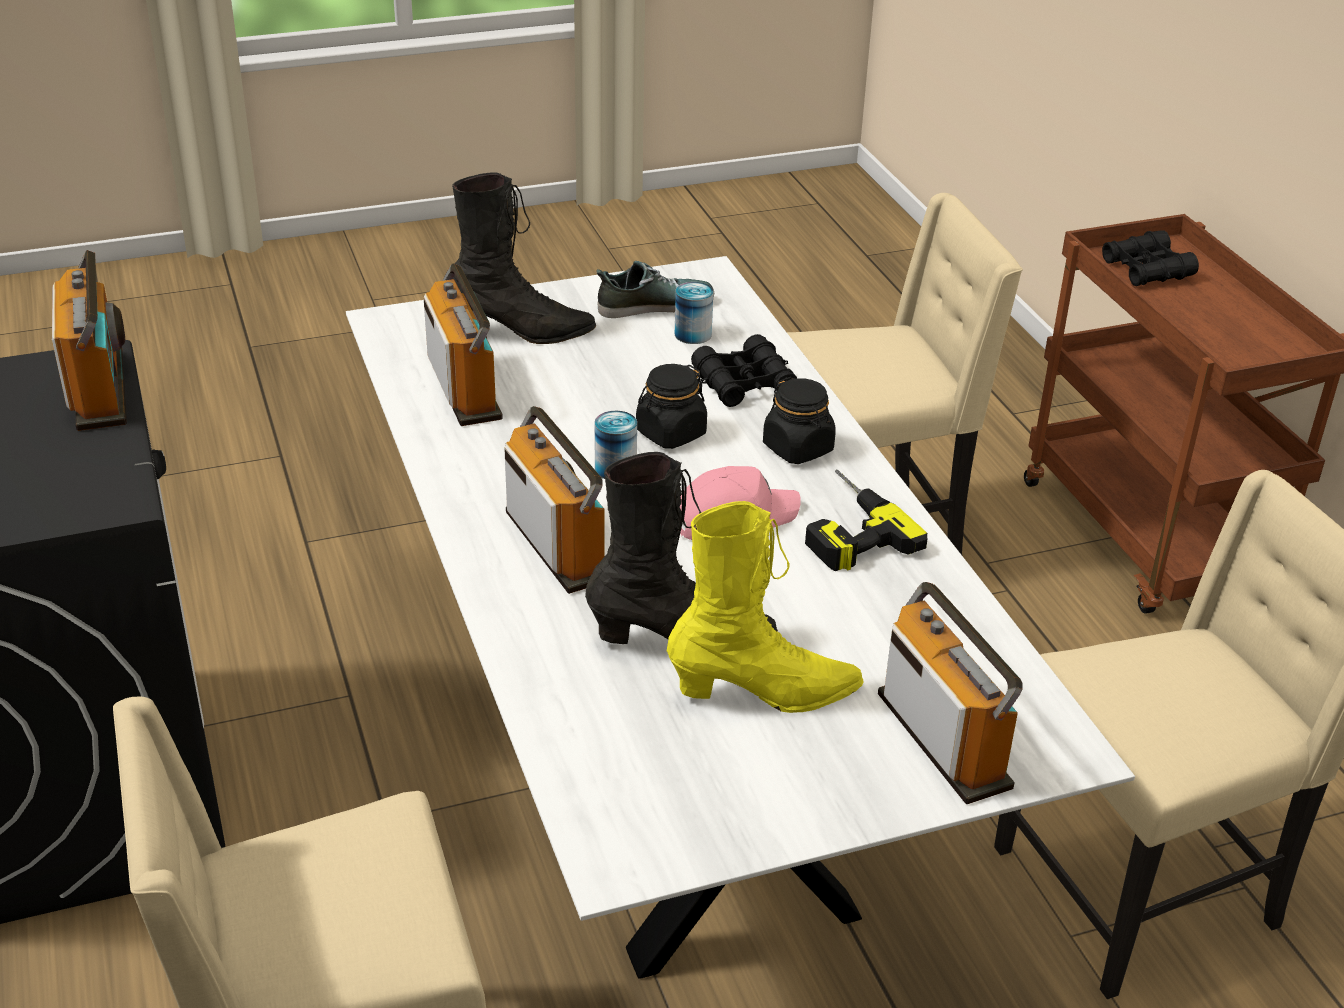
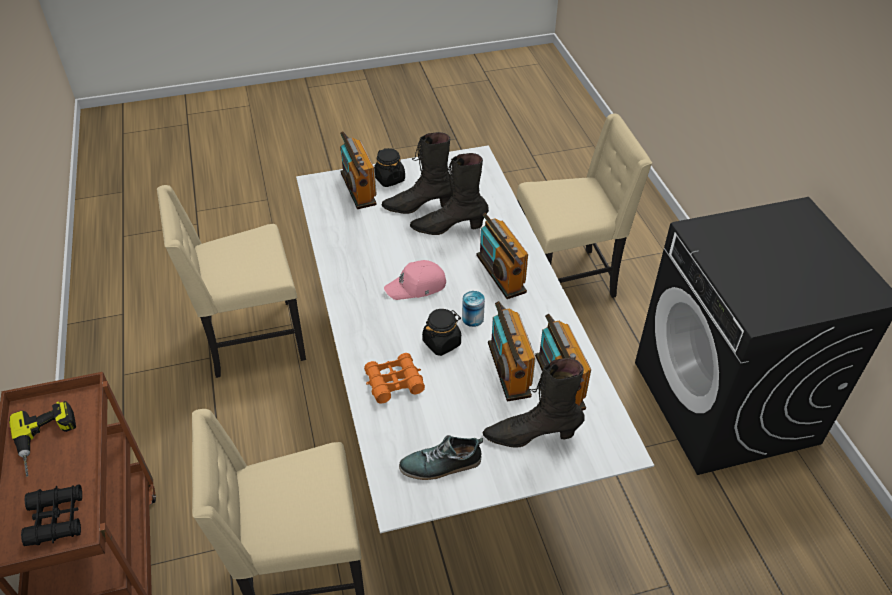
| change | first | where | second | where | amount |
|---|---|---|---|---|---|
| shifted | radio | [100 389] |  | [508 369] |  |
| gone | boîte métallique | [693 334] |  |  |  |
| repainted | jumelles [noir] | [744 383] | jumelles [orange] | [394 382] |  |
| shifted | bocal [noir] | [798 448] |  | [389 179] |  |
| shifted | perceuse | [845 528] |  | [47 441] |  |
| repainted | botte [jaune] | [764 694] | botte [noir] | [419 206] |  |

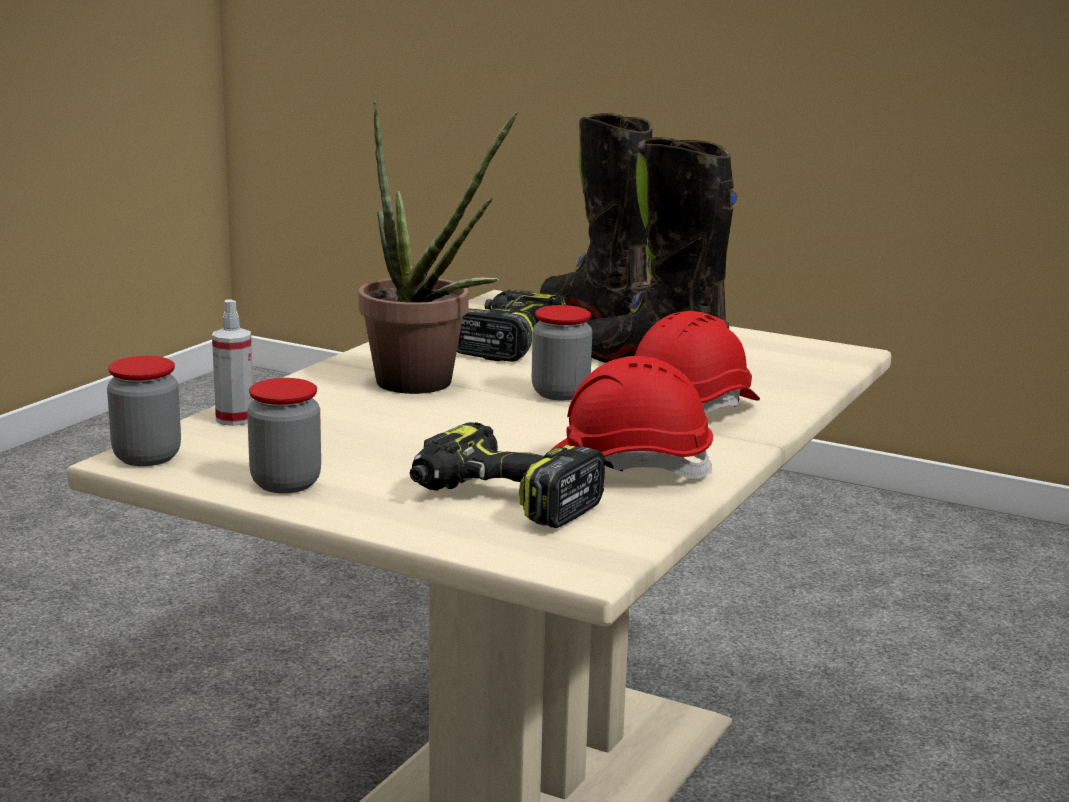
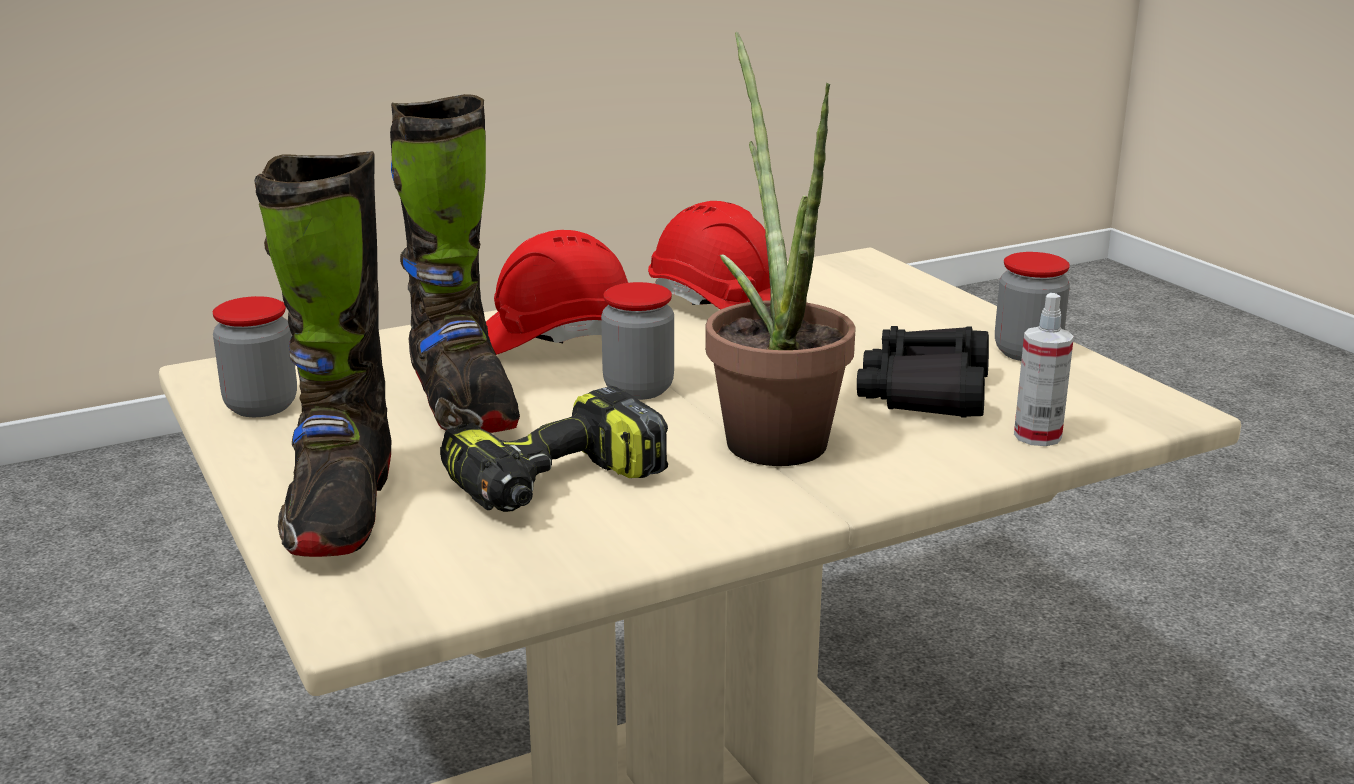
| change | first | where | second | where | amount |
|---|---|---|---|---|---|
| shifted | bocal | [147 457] |  | [261 406] |  |
| gone | perceuse | [501 501] |  |  |  |
| new |  |  | jumelles [noir] | [926 393] |  |

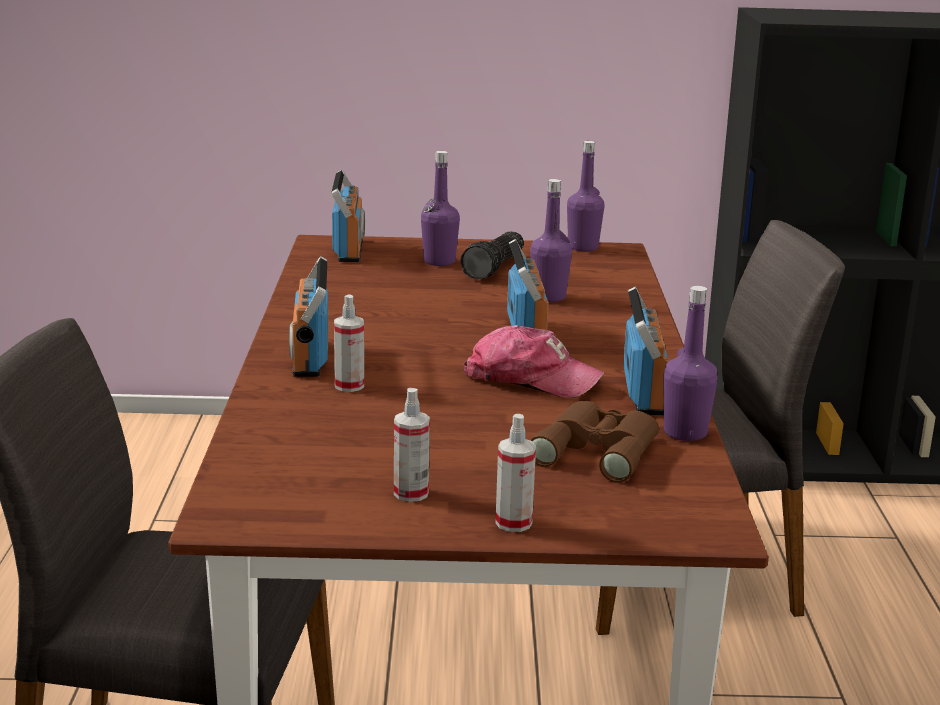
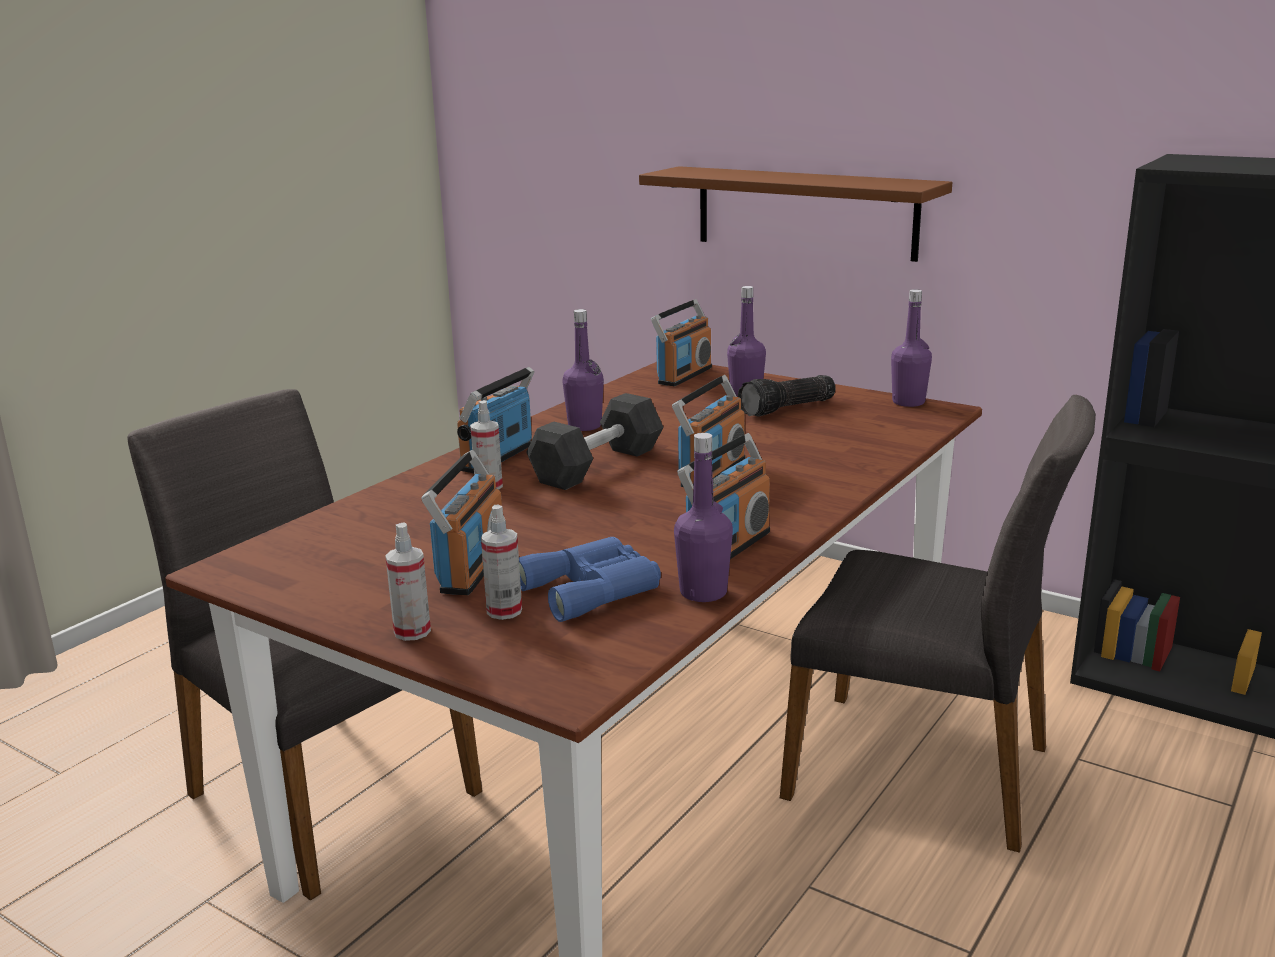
| change | first | where | second | where | amount |
|---|---|---|---|---|---|
| shifted | bouteille [violet] | [548 297] |  | [584 426] |  |
| gone | casquette | [531 379] |  |  |  |
| shifted | vaporisateur | [411 493] |  | [504 611] |  |
| repainted | jumelles [marron] | [598 450] | jumelles [bleu] | [594 588] |  |
| new |  |  | étagère [marron] | [805 212] |  |
| new |  |  | haltère [gris] | [597 465] |  |
| new |  |  | radio | [472 569] |  |

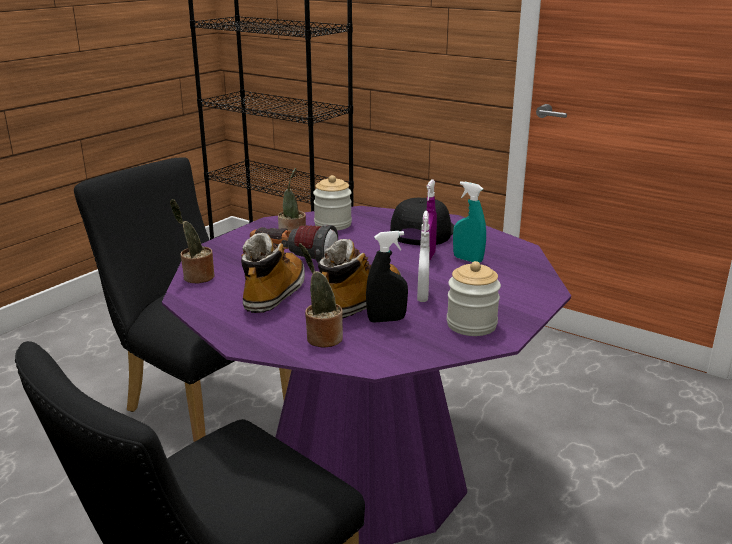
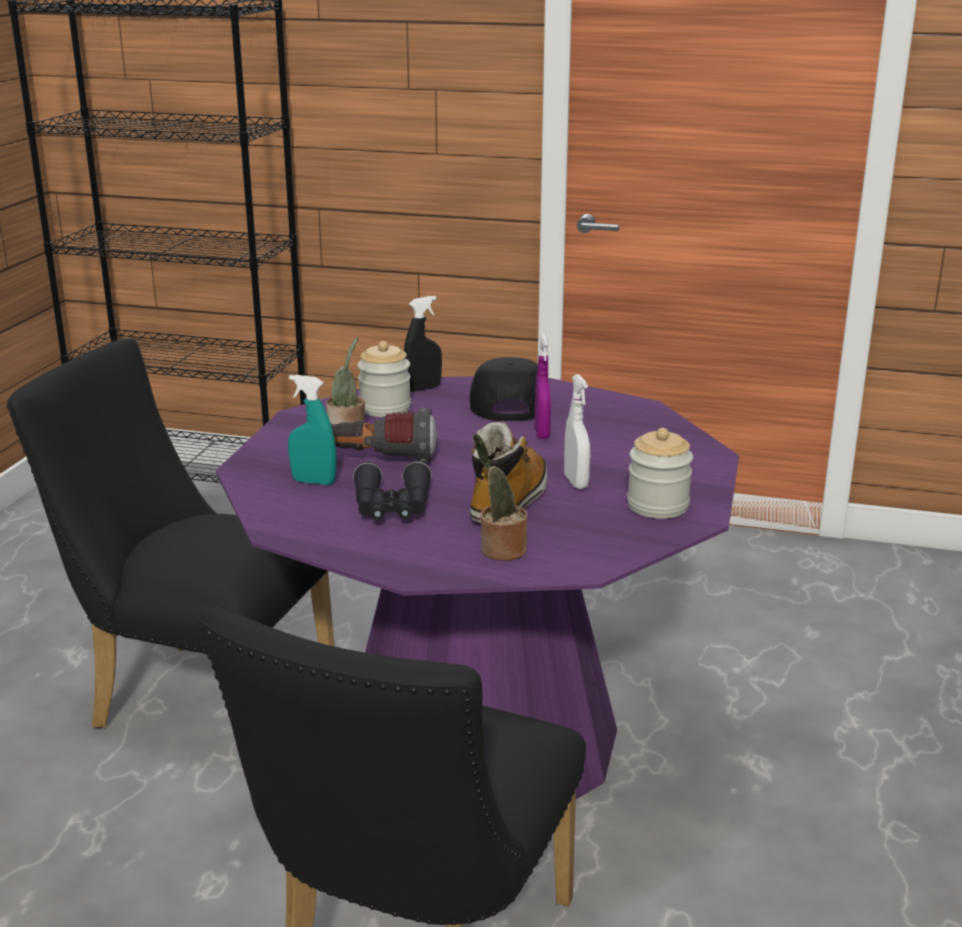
| change | first | where | second | where | amount |
|---|---|---|---|---|---|
| shifted | vaporisateur [turquoise] | [467 259] |  | [313 482] |  |
| gone | plante en pot | [196 277] |  |  |  |
| shifted | vaporisateur [noir] | [386 320] |  | [423 388] |  |
| swapped | botte | [274 293] | jumelles [noir] | [392 507] |  |

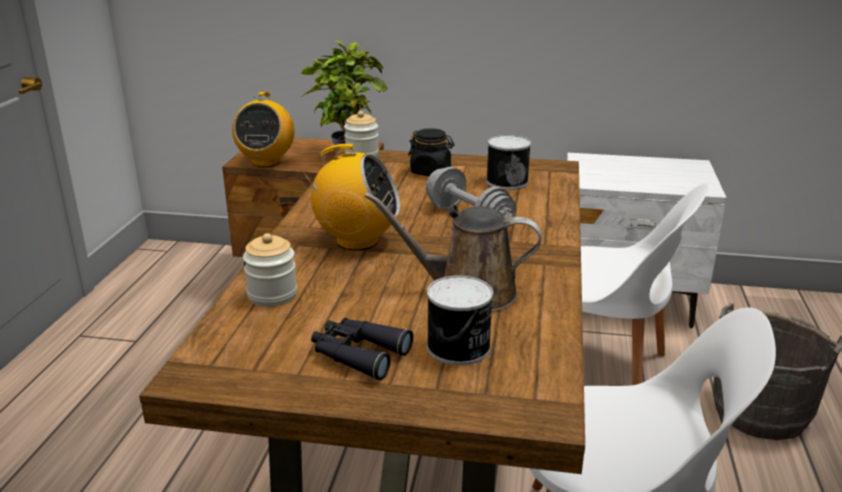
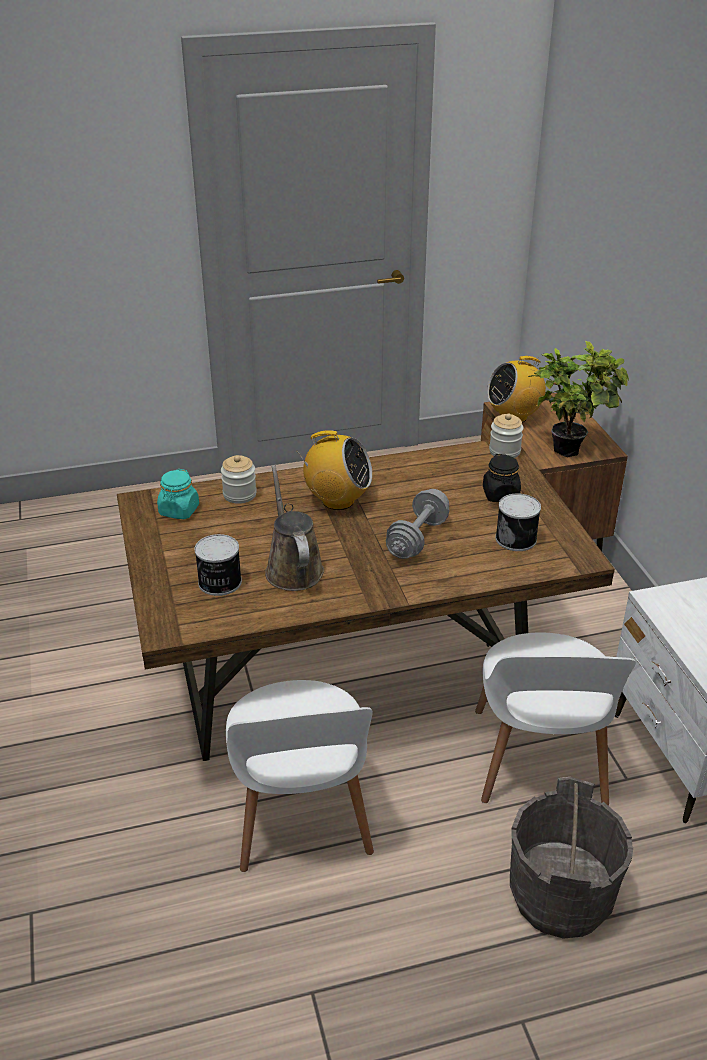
| change | first | where | second | where | amount |
|---|---|---|---|---|---|
| rotated | radio | [356 241] |  | [337 500] | 60 degrees counterclockwise |
| gone | jumelles [noir] | [358 354] |  |  |  |
| new |  |  | bocal [turquoise] | [179 511] |  |

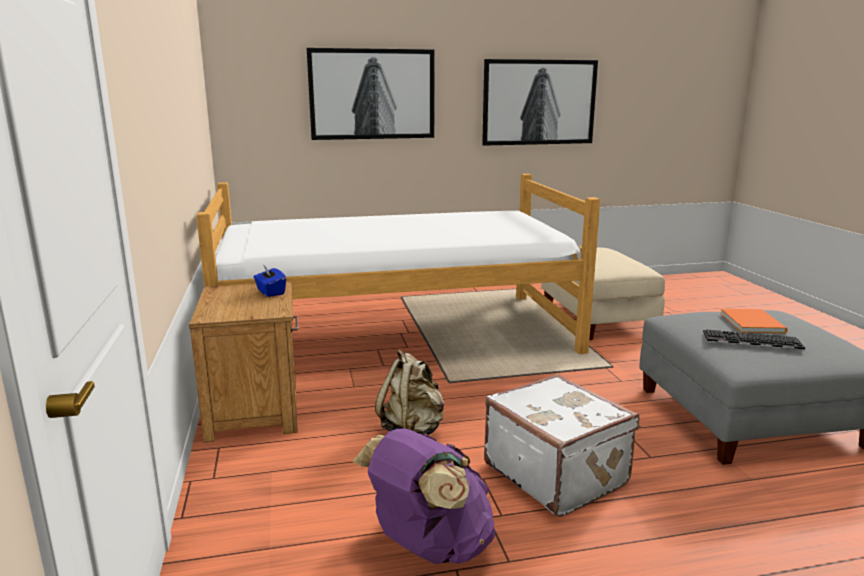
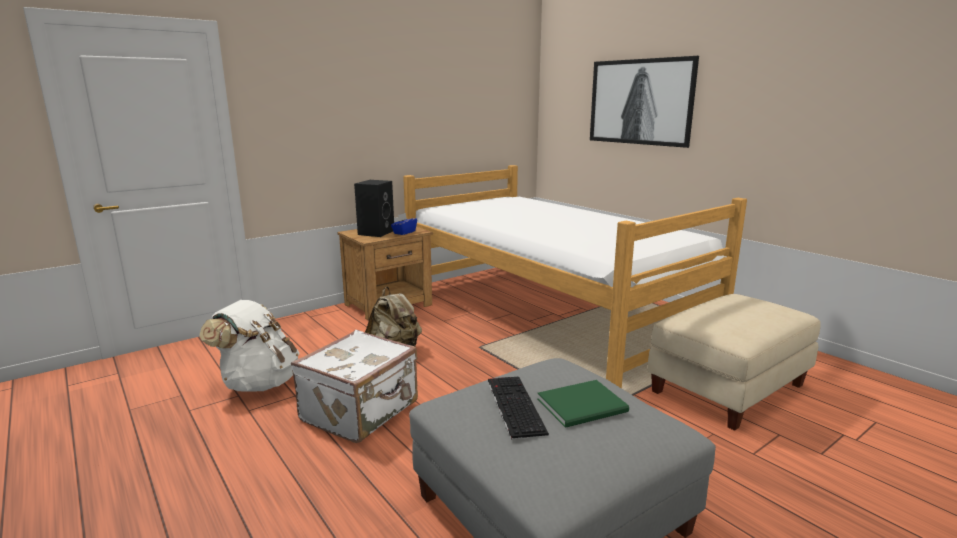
| change | first | where | second | where | amount |
|---|---|---|---|---|---|
| gone | tableau | [539 102] |  |  |  |
| repainted | livre [orange] | [752 322] | livre [vert] | [585 406] |  |
| repainted | sac à dos [violet] | [429 547] | sac à dos [blanc] | [259 383] |  |
| new |  |  | enceinte [noir] | [376 232] |  |

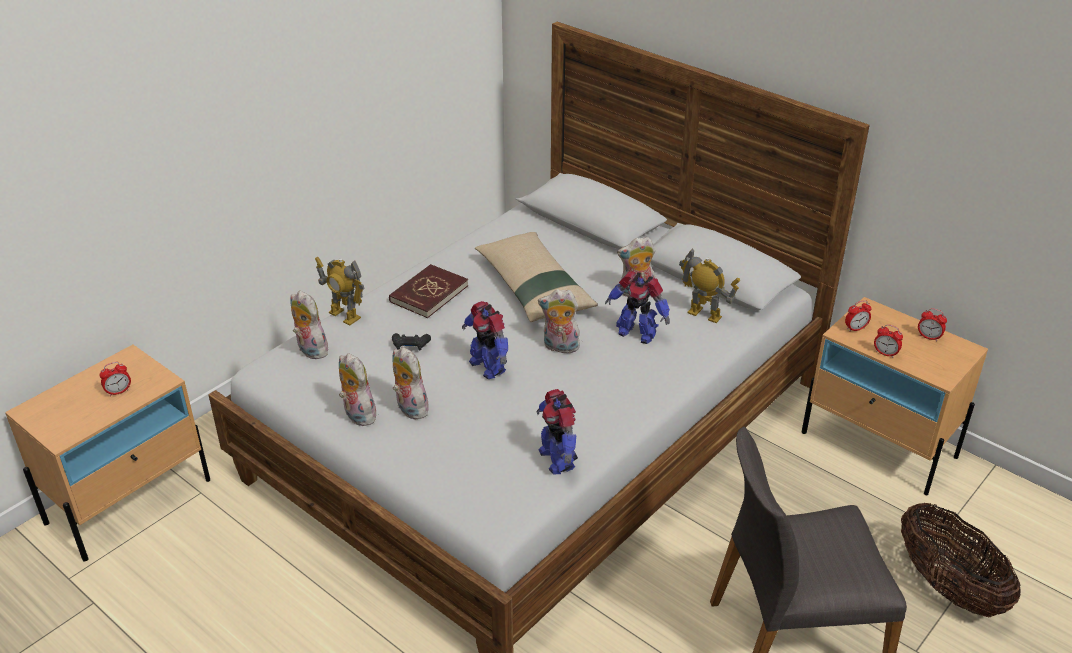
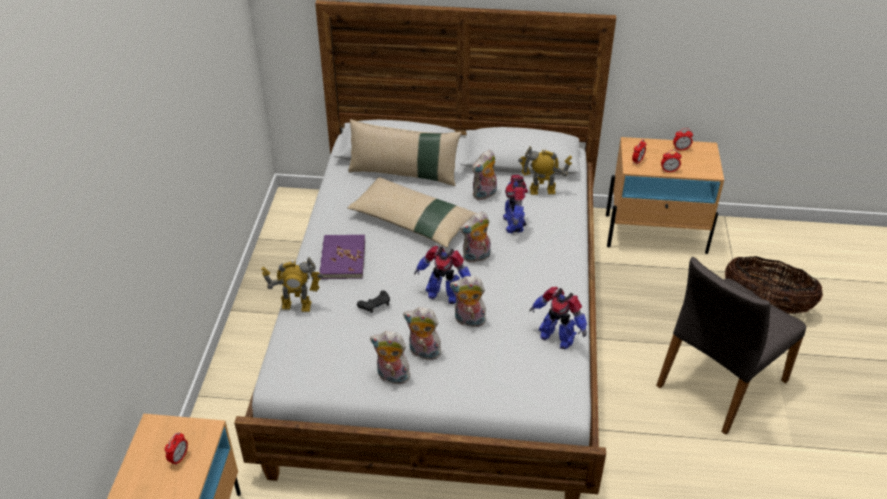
| change | first | where | second | where | amount |
|---|---|---|---|---|---|
| repainted | livre [rouge] | [428 294] | livre [violet] | [342 259] |  |
| rotated | robot jouet | [636 333] |  | [514 223] | 90 degrees clockwise |
| shifted | peluche | [310 350] |  | [468 321] |  |
| new |  |  | coussin [beige] | [404 173] |  |

